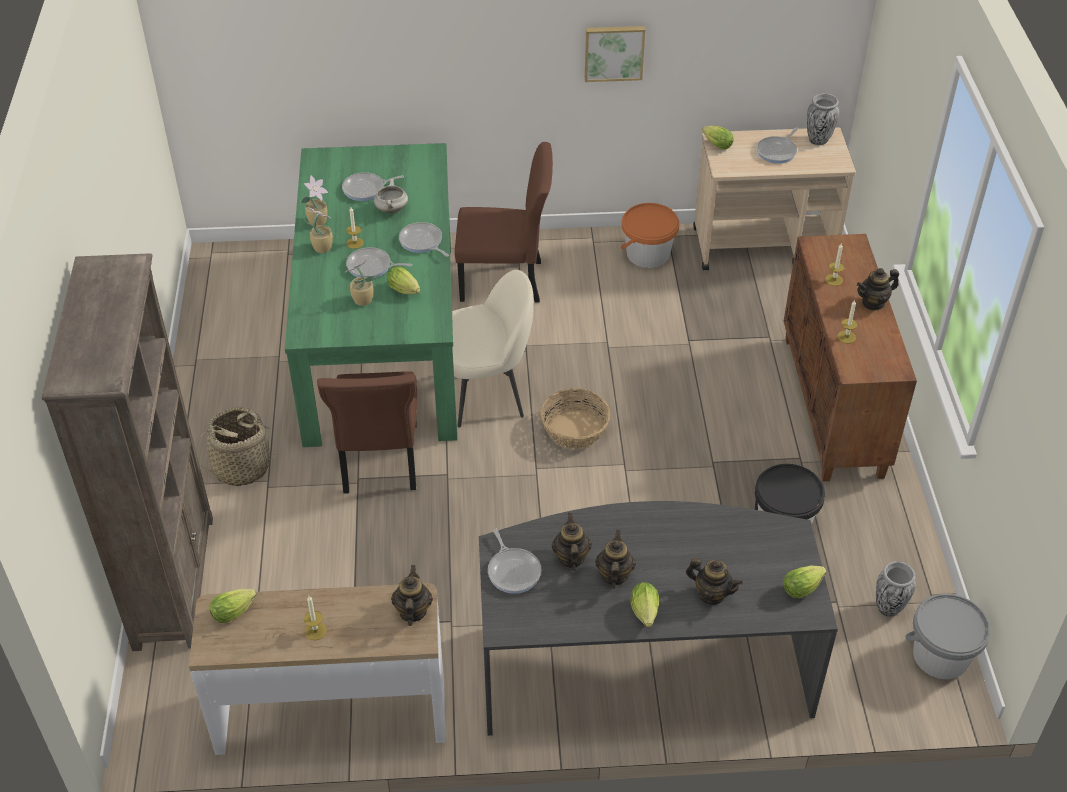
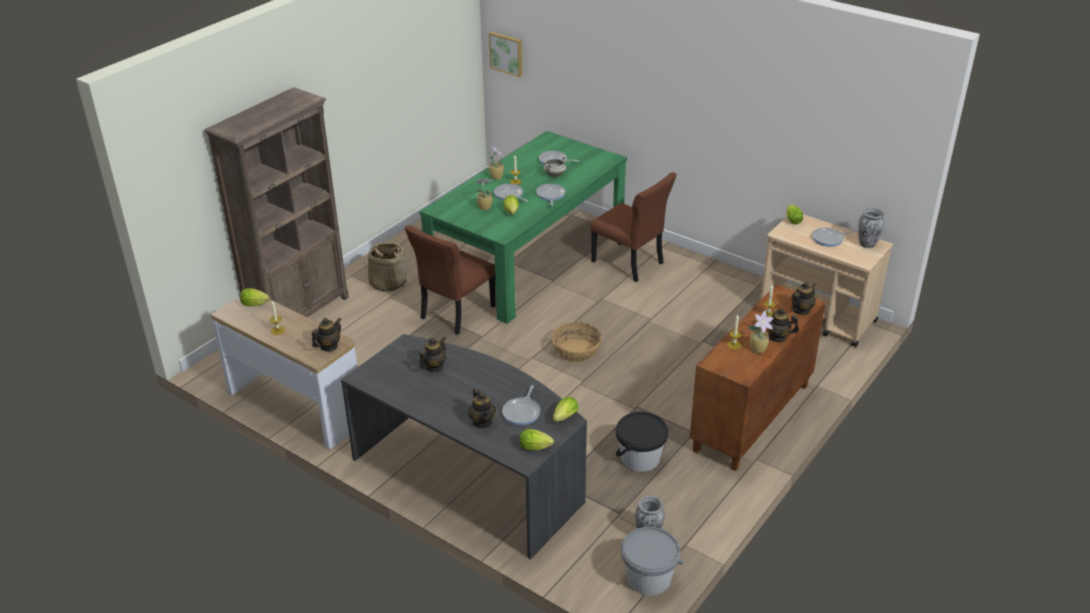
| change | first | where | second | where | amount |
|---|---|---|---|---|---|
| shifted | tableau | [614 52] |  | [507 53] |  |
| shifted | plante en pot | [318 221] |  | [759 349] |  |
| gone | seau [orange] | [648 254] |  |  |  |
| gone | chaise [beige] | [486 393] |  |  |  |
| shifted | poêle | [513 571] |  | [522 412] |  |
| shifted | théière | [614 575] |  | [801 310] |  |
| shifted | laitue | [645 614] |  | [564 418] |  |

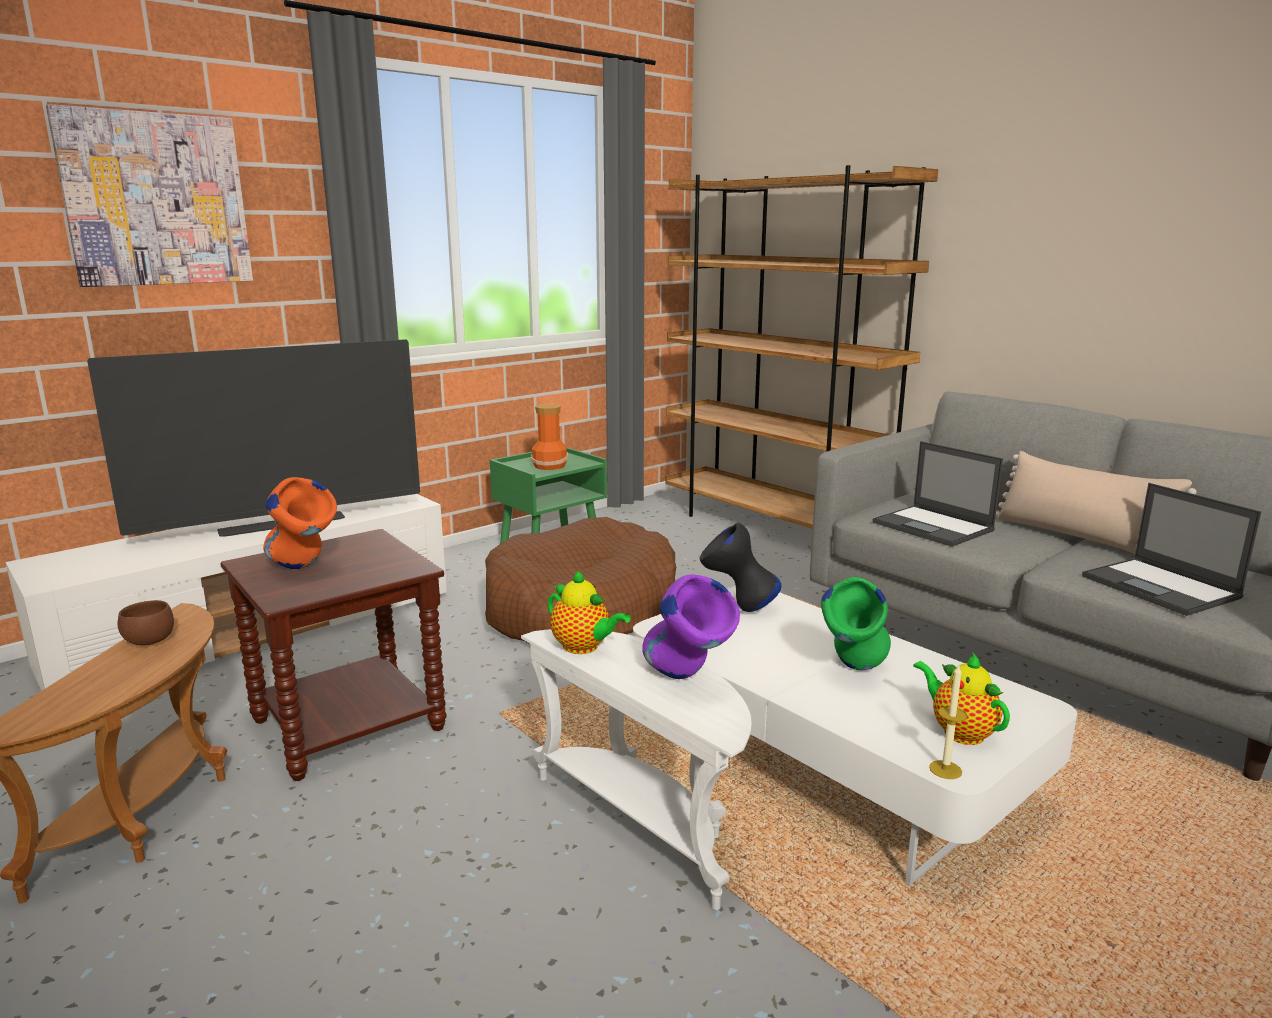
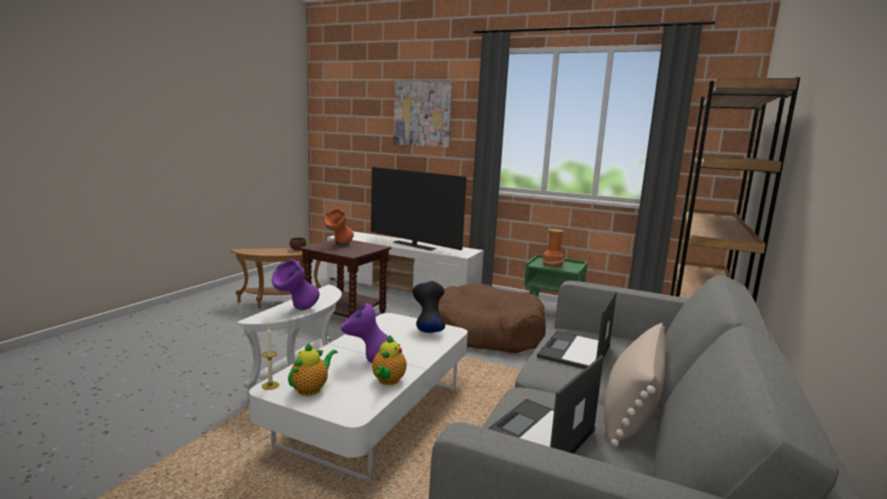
| change | first | where | second | where | amount |
|---|---|---|---|---|---|
| shifted | théière | [584 647] |  | [388 381] |  |
| repainted | vase [vert] | [854 672] | vase [violet] | [367 361] |  |

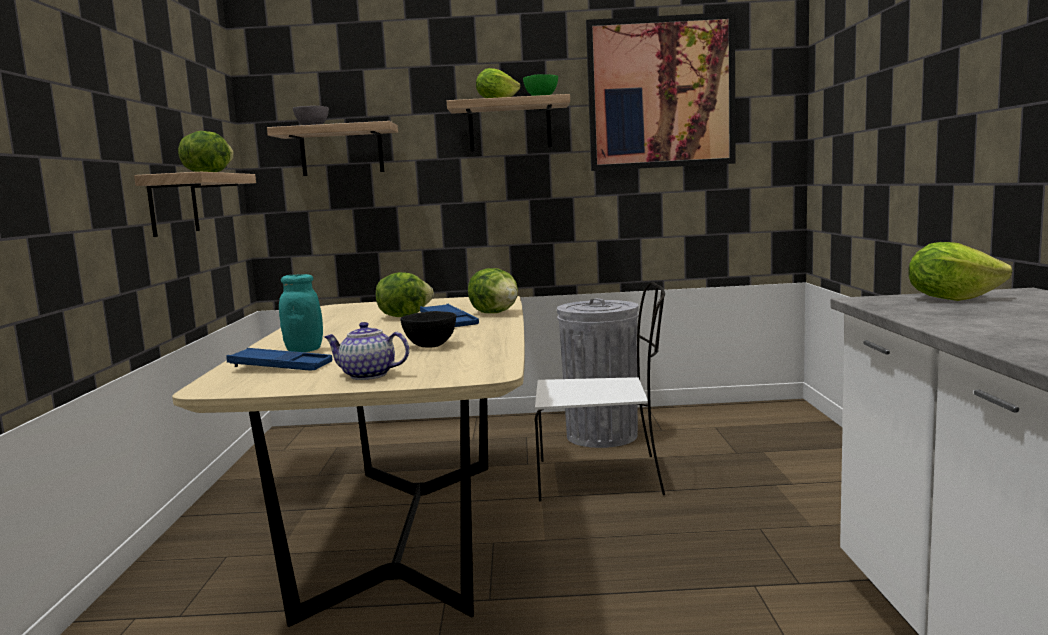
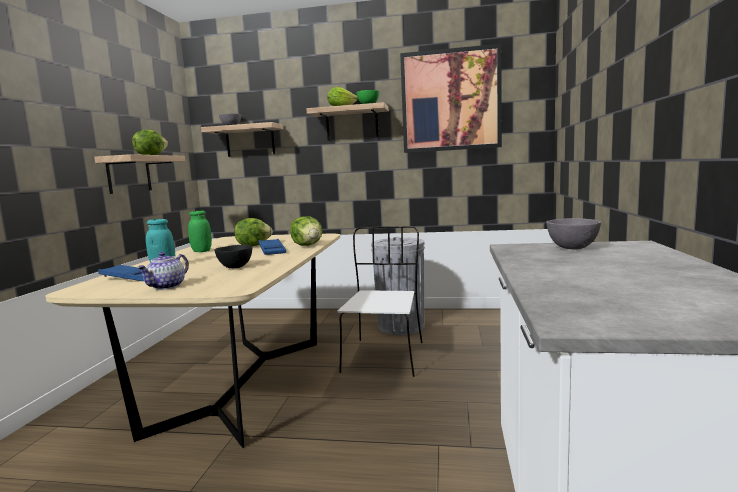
| change | first | where | second | where | amount |
|---|---|---|---|---|---|
| swapped | laitue | [951 298] | bol [gris] | [572 248] |  |
| rotated | chaise [blanc] | [603 478] |  | [384 356] | 90 degrees counterclockwise |
| rotated | théière | [367 376] |  | [167 287] | 90 degrees counterclockwise |
| new |  |  | bocal [vert] | [201 251] |  |

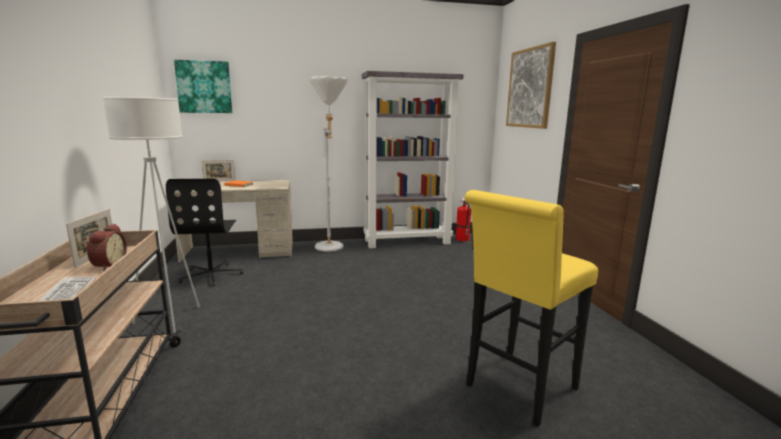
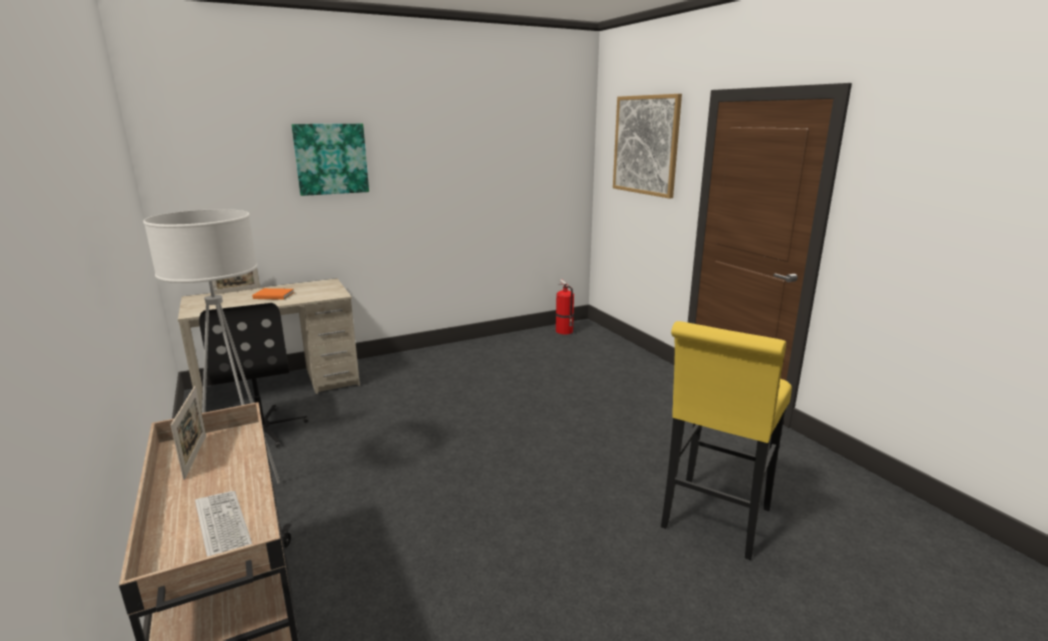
| change | first | where | second | where | amount |
|---|---|---|---|---|---|
| shifted | tableau | [204 87] |  | [331 159] |  |
| gone | bibliothèque [gris] | [407 241] |  |  |  |
| gone | lampadaire [blanc] | [331 249] |  |  |  |
| gone | réveil | [108 265] |  |  |  |

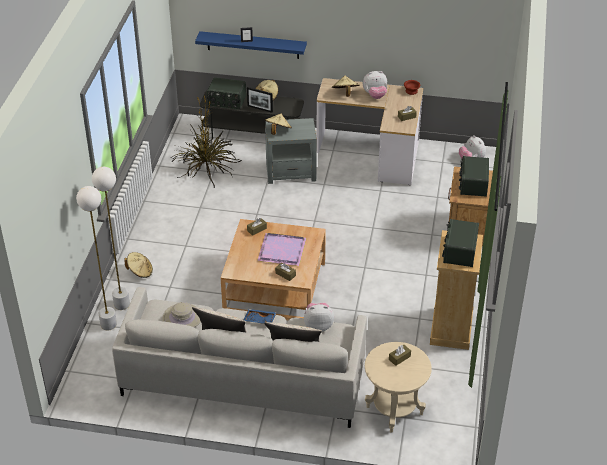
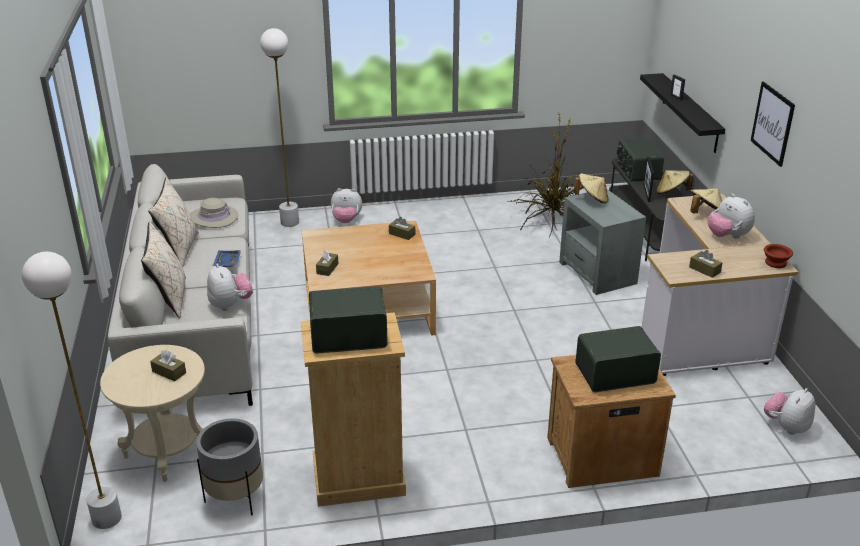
| change | first | where | second | where | amount |
|---|---|---|---|---|---|
| repainted | étagère [bleu] | [253 45] | étagère [noir] | [690 112] |  |
| shifted | lampadaire [blanc] | [108 324] |  | [106 518] |  |
| gone | plateau [violet] | [281 251] |  |  |  |
| swapped | chapeau [beige] | [140 271] | peluche | [346 220] |  |
| new |  |  | tableau | [772 123] |  |
| new |  |  | cache-pot [gris] | [235 498] |  |

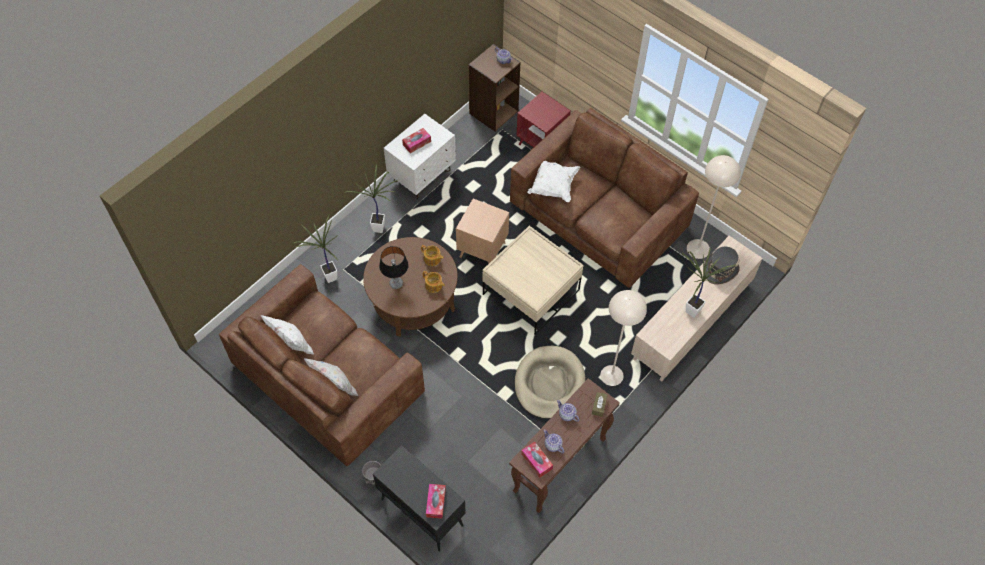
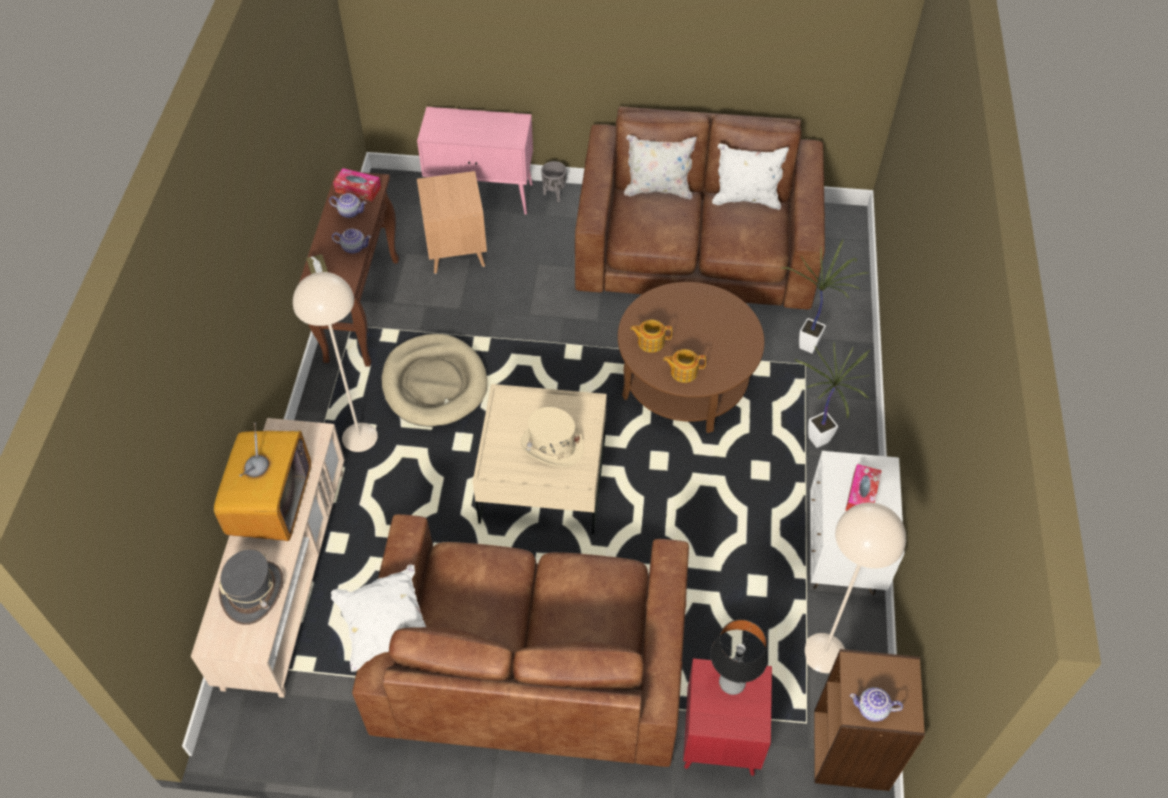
| change | first | where | second | where | amount |
|---|---|---|---|---|---|
| shifted | lampadaire [beige] | [698 248] |  | [824 652] |  |
| shifted | coussin [blanc] | [553 186] |  | [386 625] |  |
| shifted | table d'appoint [marron] | [482 250] |  | [456 251] |  |
| shifted | lampe de table | [396 284] |  | [731 682] |  |
| swapped | plante en pot | [691 309] | téléviseur | [271 503] |  |
| repainted | meuble de rangement [noir] | [421 512] | meuble de rangement [rose] | [482 195] |  |
| gone | boîte à mouchoirs | [436 502] |  |  |  |
| new |  |  | chapeau [beige] | [552 446] |  |

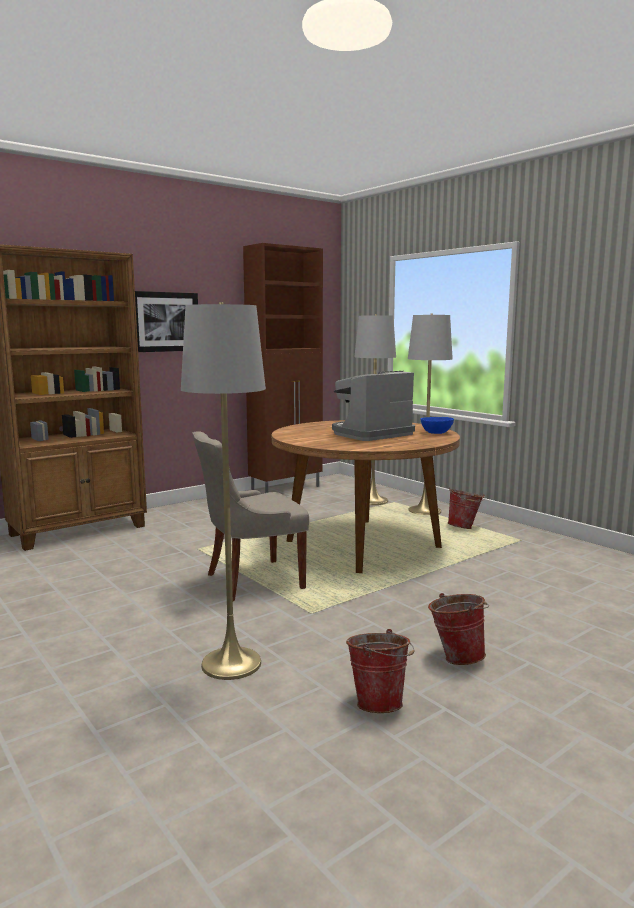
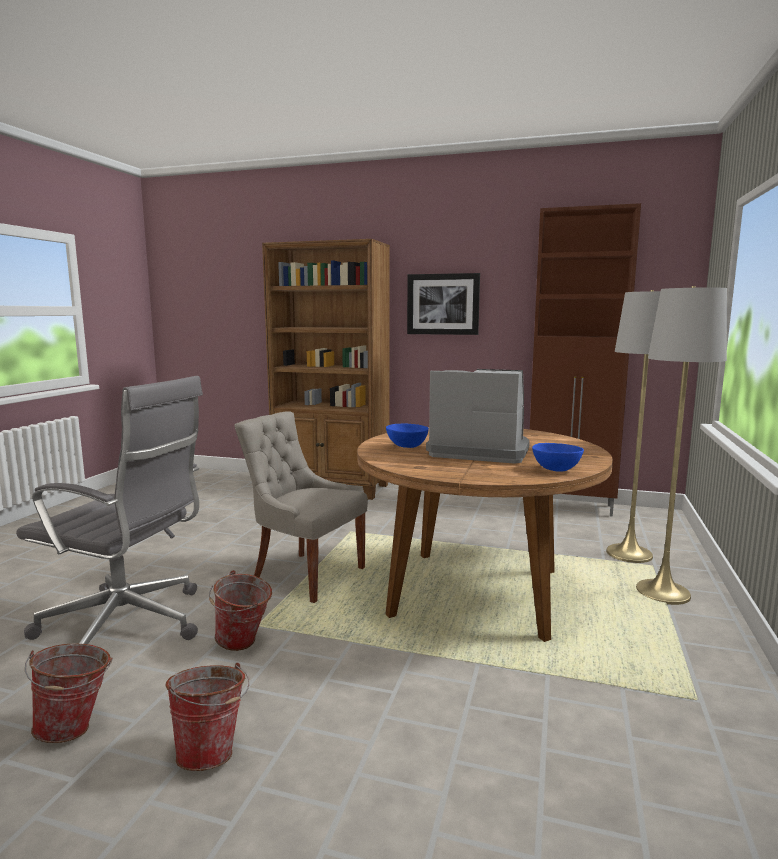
| change | first | where | second | where | amount |
|---|---|---|---|---|---|
| swapped | lampadaire [gris] | [231 663] | chaise de bureau [gris] | [128 626] |  |
| shifted | seau | [464 527] |  | [243 644] |  |
| new |  |  | bol [bleu] | [406 446] |  |

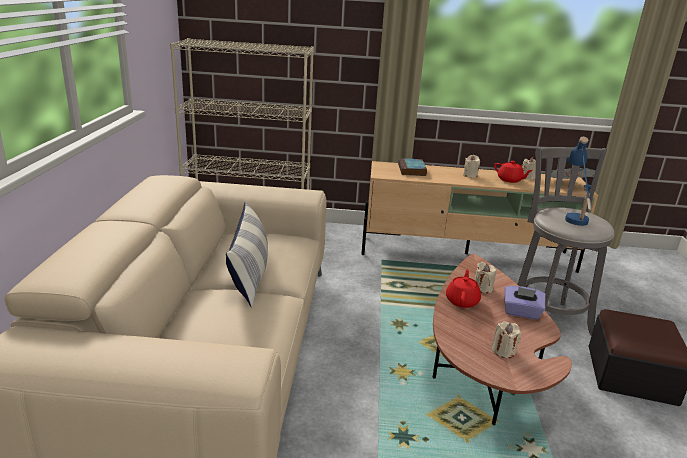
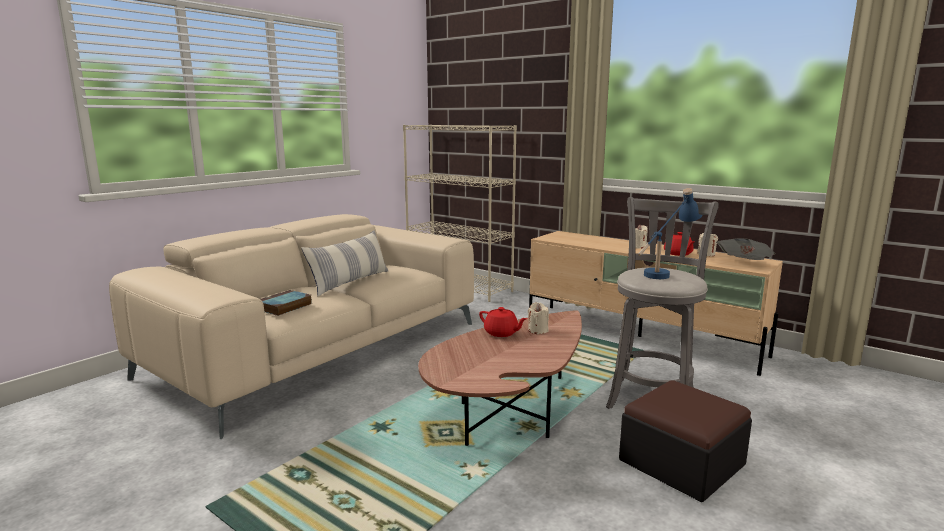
| change | first | where | second | where | amount |
|---|---|---|---|---|---|
| shifted | livre | [412 170] |  | [283 307] |  |
| rotated | théière [rouge] | [462 301] |  | [501 333] | 75 degrees clockwise |
| gone | boîte à mouchoirs [violet] | [521 312] |  |  |  |
| gone | bougie [beige] | [503 351] |  |  |  |

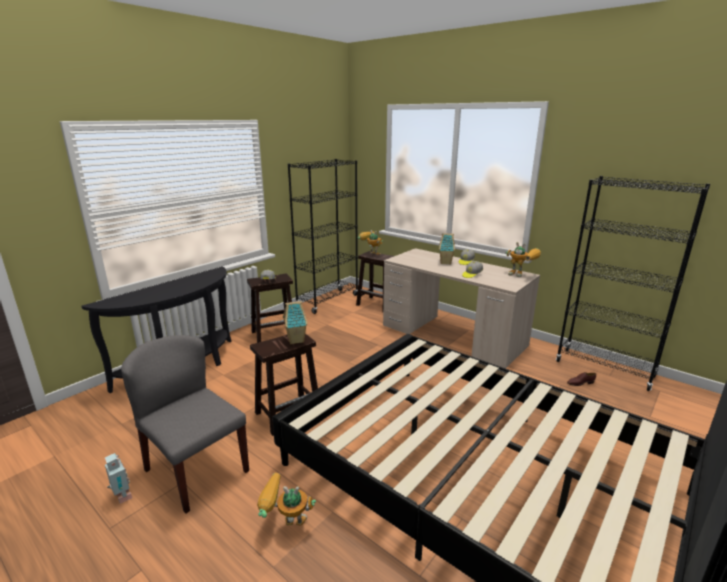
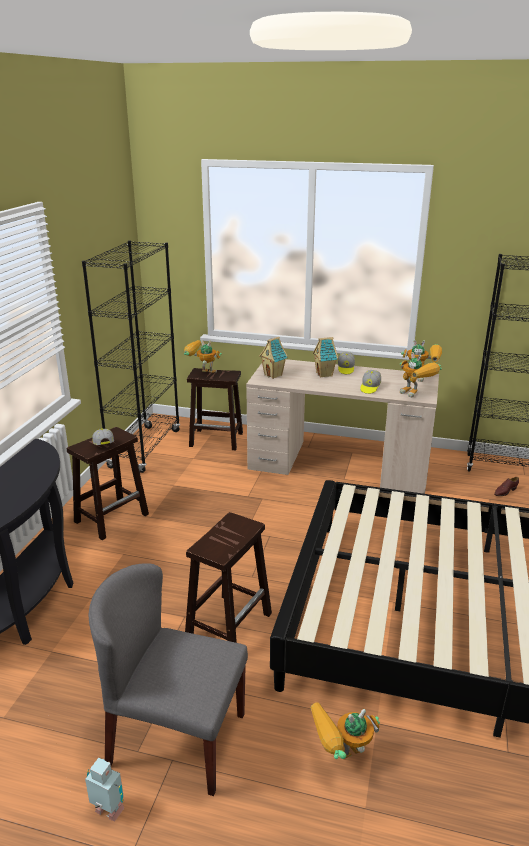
| change | first | where | second | where | amount |
|---|---|---|---|---|---|
| shifted | maison miniature | [296 340] |  | [273 375] |  |
| new |  |  | robot jouet | [416 395] |  |

